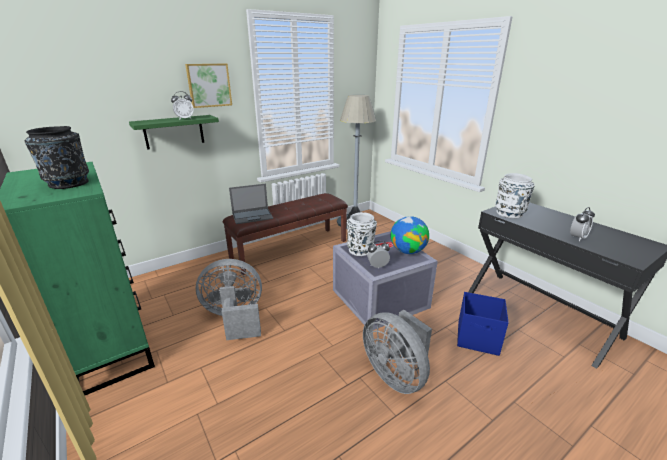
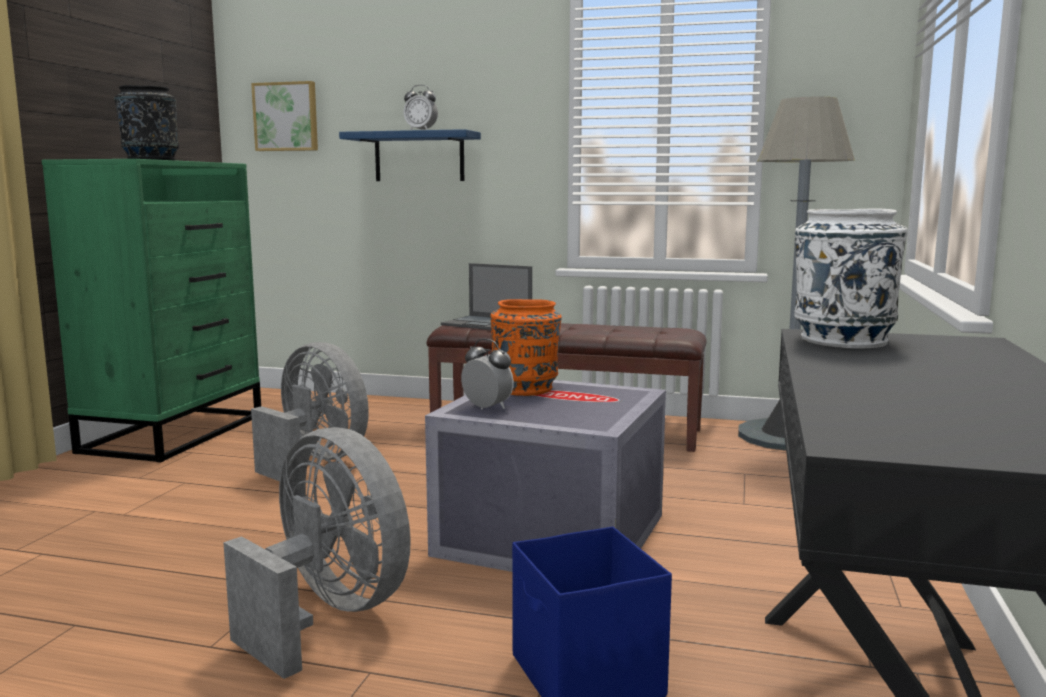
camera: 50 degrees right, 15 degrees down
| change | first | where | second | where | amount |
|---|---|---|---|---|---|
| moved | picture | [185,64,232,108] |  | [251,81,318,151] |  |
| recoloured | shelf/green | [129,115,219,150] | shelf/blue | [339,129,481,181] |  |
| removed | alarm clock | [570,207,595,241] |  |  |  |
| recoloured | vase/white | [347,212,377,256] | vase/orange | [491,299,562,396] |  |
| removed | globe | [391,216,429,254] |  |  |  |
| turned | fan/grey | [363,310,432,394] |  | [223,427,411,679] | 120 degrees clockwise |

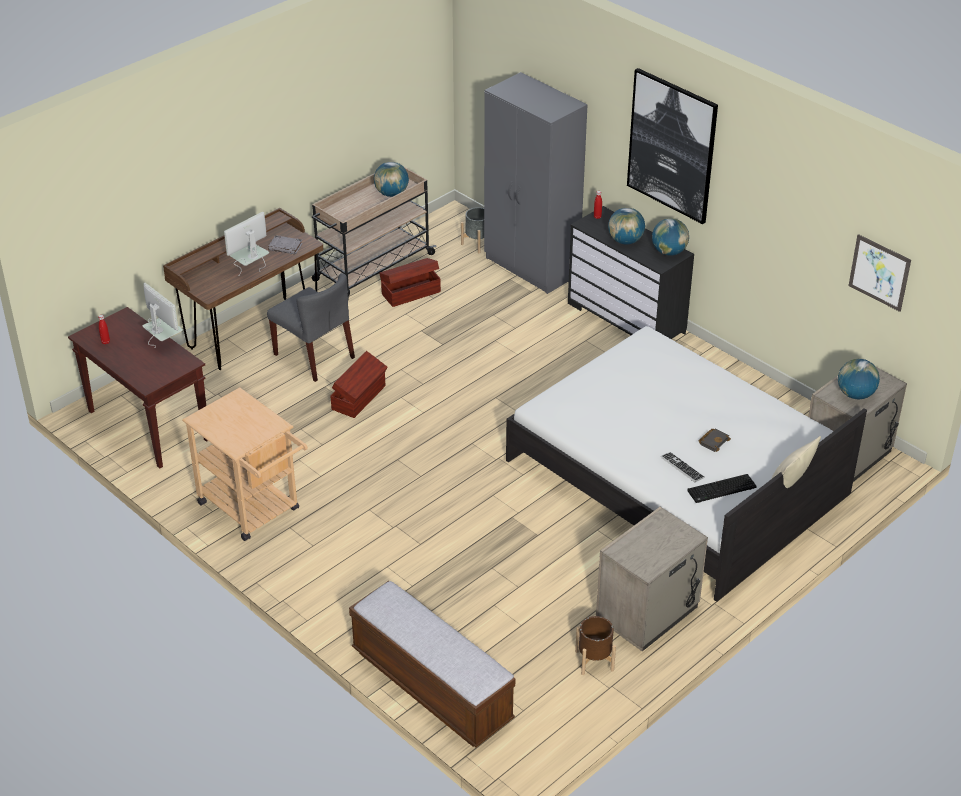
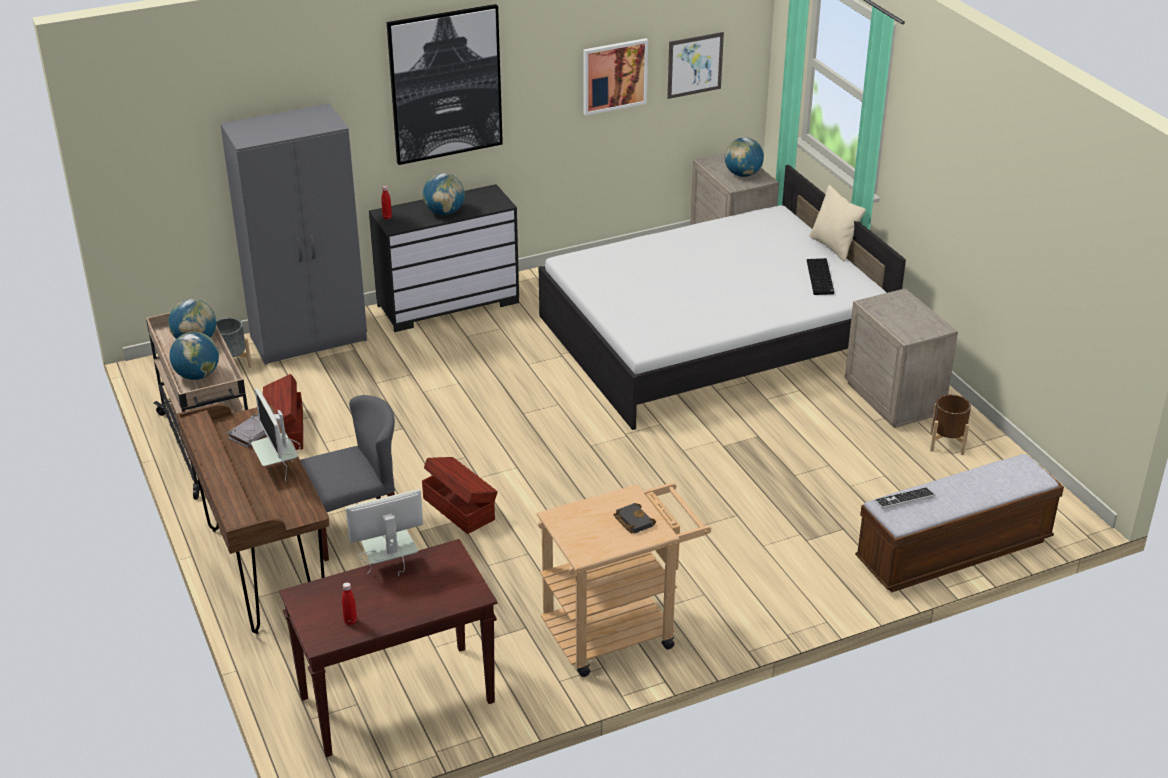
camera: 70 degrees left, 5 degrees down
| change | first | where | second | where | amount |
|---|---|---|---|---|---|
| moved | globe | [652,218,689,256] |  | [169,332,219,380] |  |
| moved | book/black | [699,428,731,452] |  | [613,503,656,534] |  |
| moved | keyboard | [661,452,705,482] |  | [874,487,935,509] |  |
| added |  |  | picture | [584,38,648,115] |  |

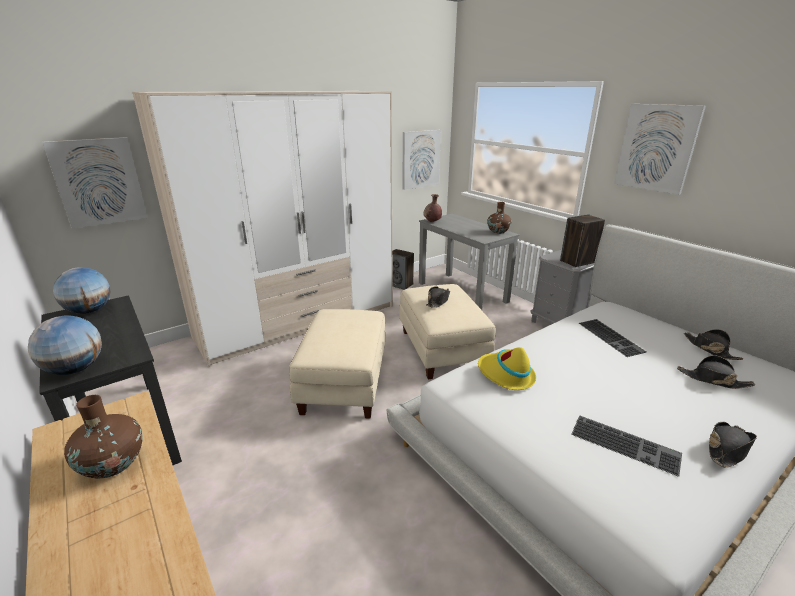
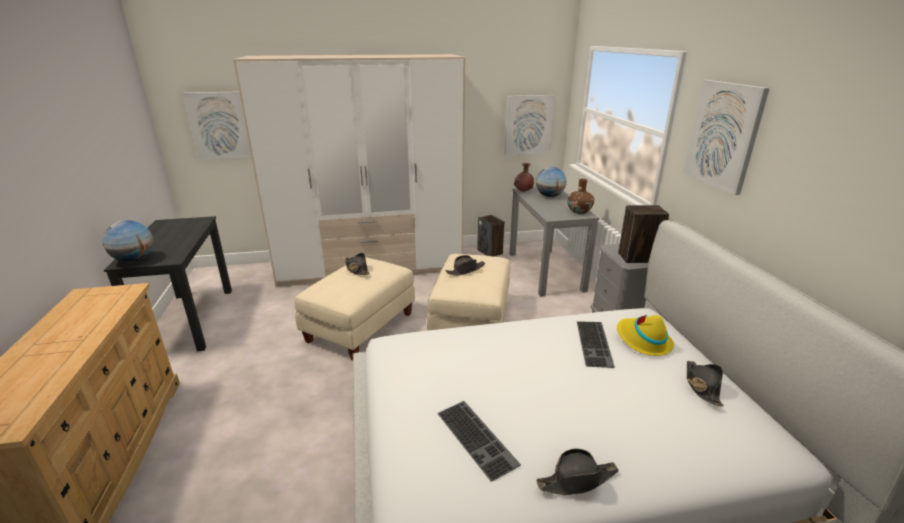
camera: 25 degrees right, 0 degrees up
| change | first | where | second | where | amount |
|---|---|---|---|---|---|
| moved | globe | [53,267,110,314] |  | [536,167,566,197] |  |
| moved | hat/yellow | [478,347,536,390] |  | [617,315,674,356] |  |
| moved | hat/black | [677,355,755,389] |  | [345,253,370,275] |  |
| removed | vase/brown | [64,395,143,478] |  |  |  |

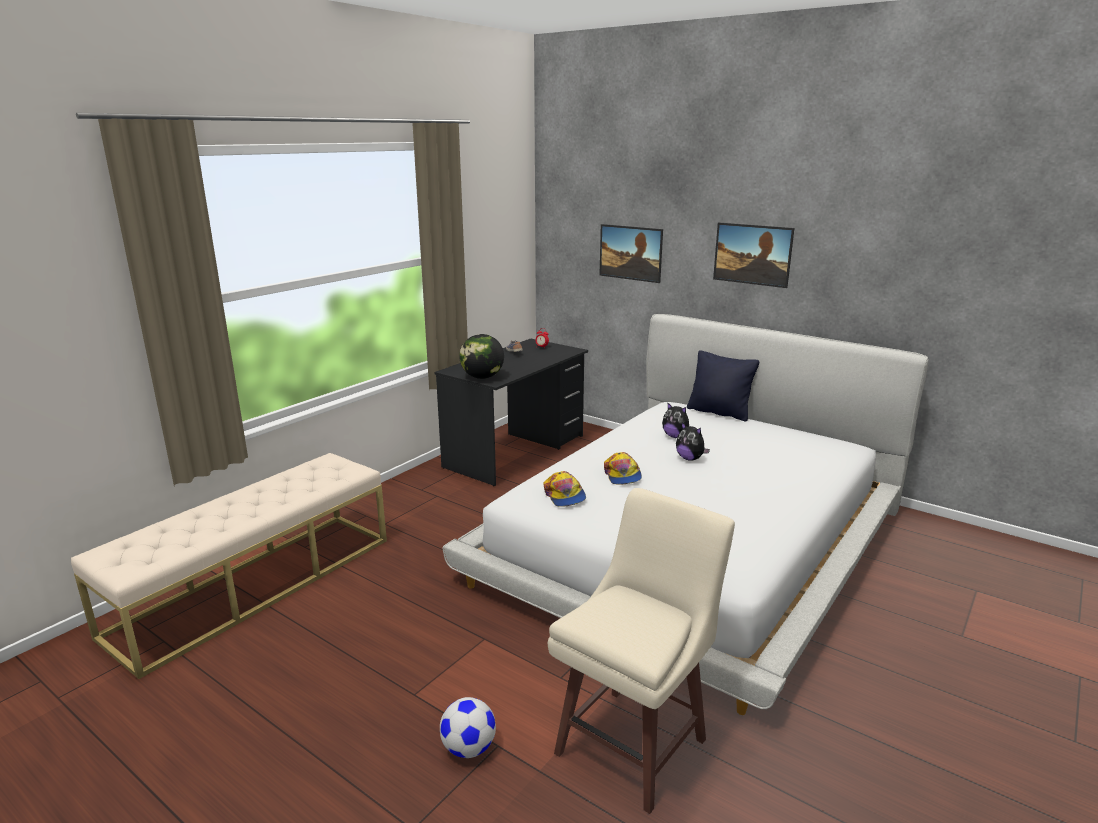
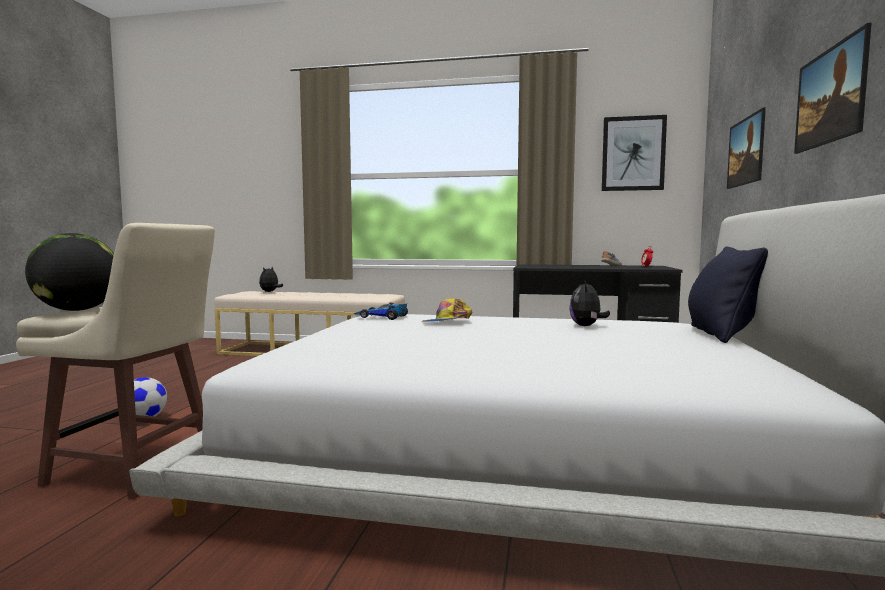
camera: 65 degrees right, 15 degrees down
| change | first | where | second | where | amount |
|---|---|---|---|---|---|
| moved | globe | [459,334,504,379] |  | [25,233,114,311] |  |
| moved | plush toy | [676,422,710,461] |  | [259,266,283,292] |  |
| replaced | cap | [543,471,586,507] | toy car | [354,303,408,320] |  |
| added |  |  | picture | [602,115,667,191] |  |

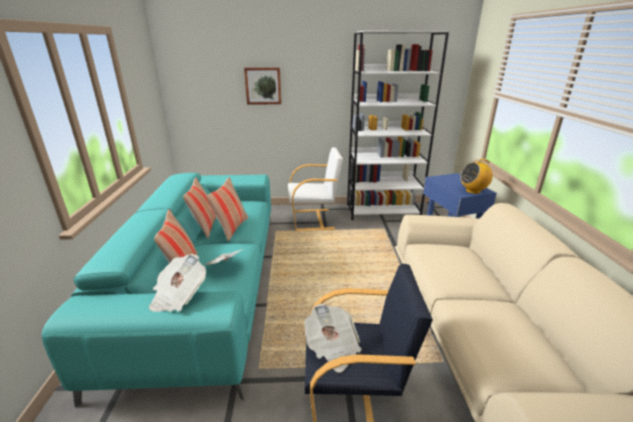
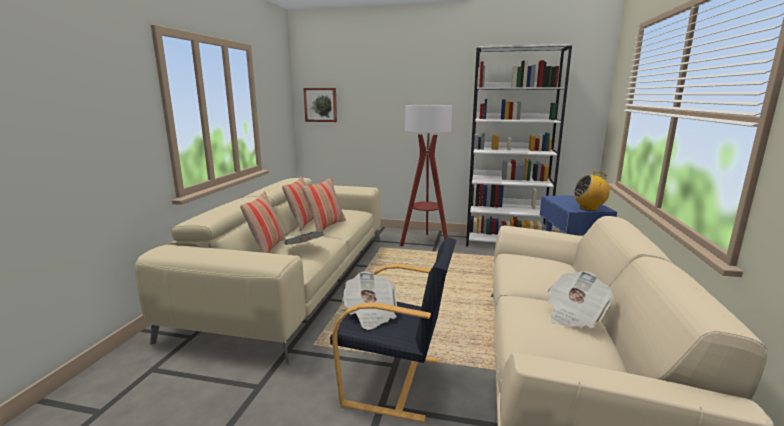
camera: 15 degrees right, 10 degrees down
| change | first | where | second | where | amount |
|---|---|---|---|---|---|
| moved | picture | [244,68,281,105] |  | [303,88,337,122] |  |
| replaced | armchair/white | [288,147,343,231] | floor lamp | [400,105,452,246] |  |
| recoloured | sofa/turquoise | [42,173,271,407] | sofa/beige | [135,178,381,365] |  |
| moved | newspaper | [149,254,206,312] |  | [547,271,614,328] |  |

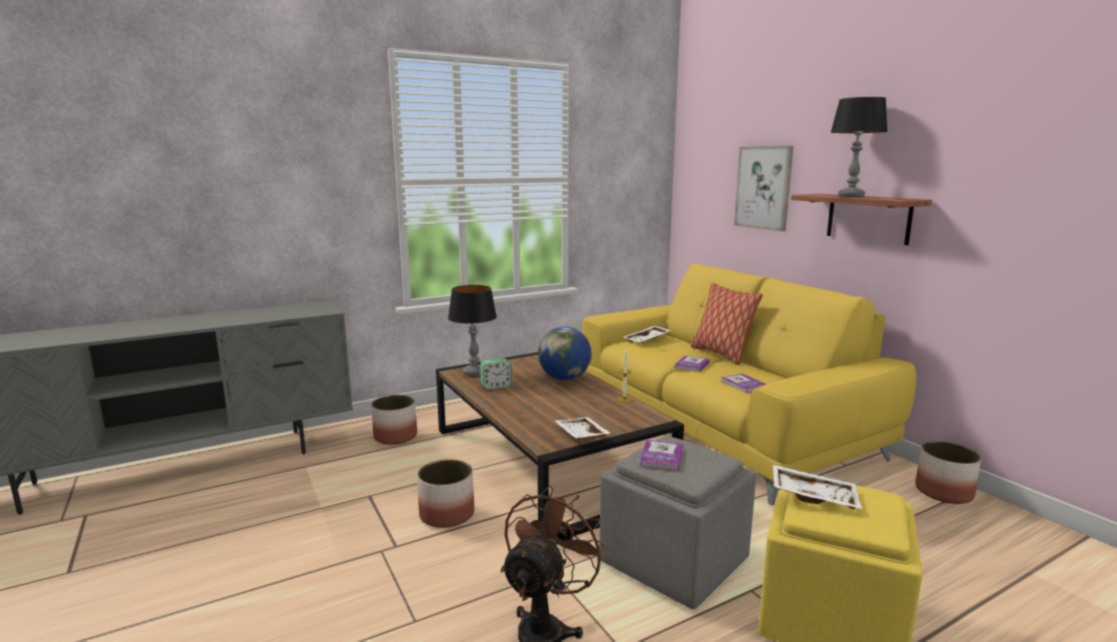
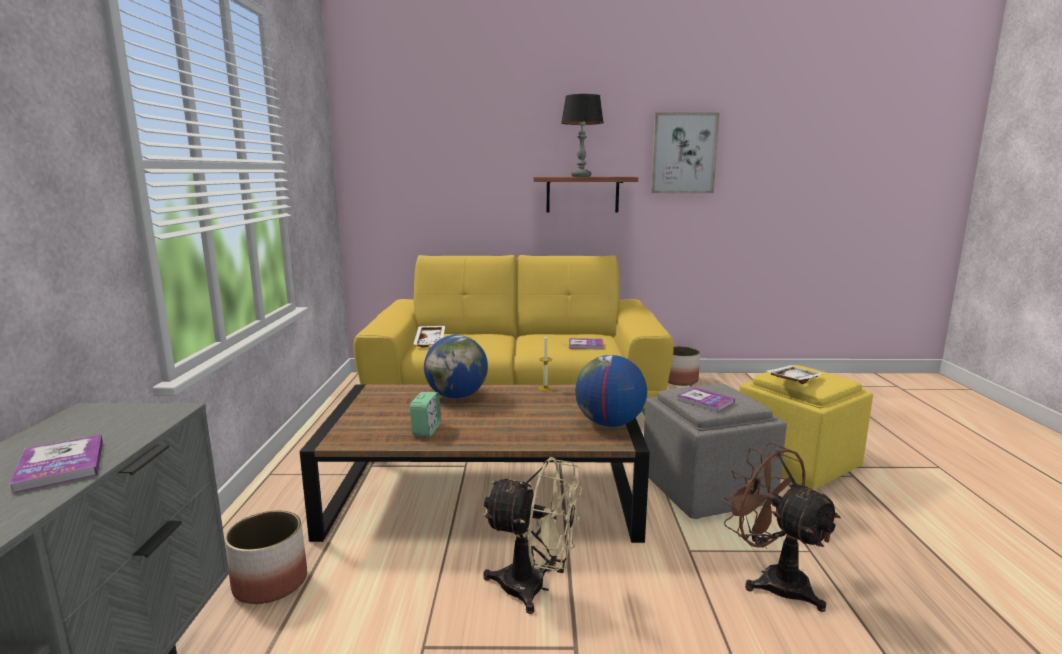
camera: 60 degrees left, 0 degrees up
| change | first | where | second | where | amount |
|---|---|---|---|---|---|
| moved | picture | [734,146,794,231] |  | [651,112,720,193] |  |
| removed | pillow | [691,282,763,365] |  |  |  |
| removed | table lamp | [448,285,497,376] |  |  |  |
| moved | book | [674,356,709,372] |  | [9,435,103,493] |  |
| replaced | tray/white | [554,417,611,440] | globe | [575,355,647,427] |  |
| replaced | planter | [417,459,474,528] | fan/beige | [482,457,582,614] |  |

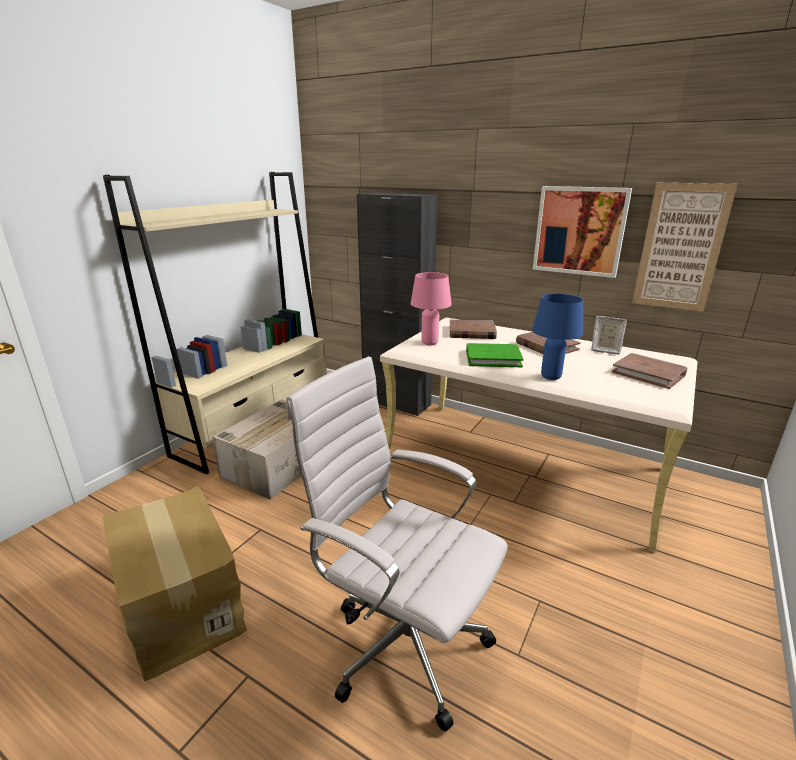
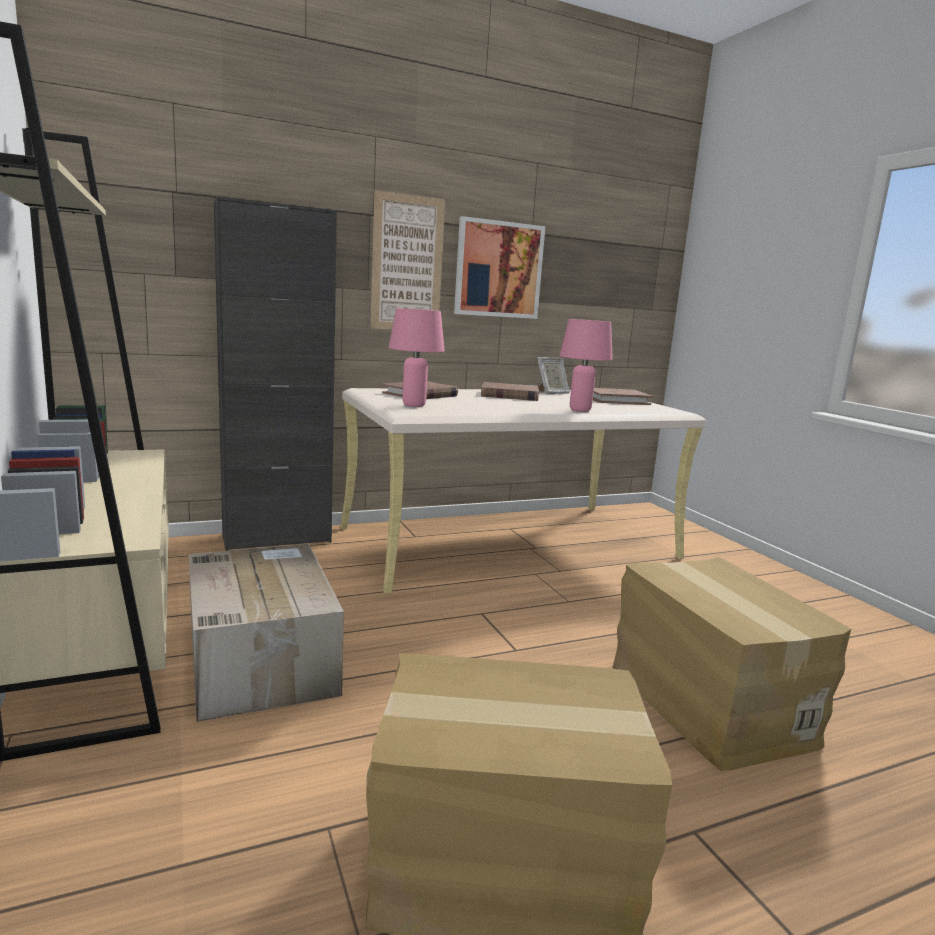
camera: 55 degrees left, 10 degrees down
| change | first | where | second | where | amount |
|---|---|---|---|---|---|
| moved | picture | [632,183,738,312] |  | [370,190,445,329] |  |
| recoloured | table lamp/blue | [532,293,583,380] | table lamp/pink | [559,319,613,412] |  |
| removed | book/green | [466,343,524,367] |  |  |  |
| replaced | office chair/white | [286,356,508,732] | cardboard box | [613,557,851,771] |  |

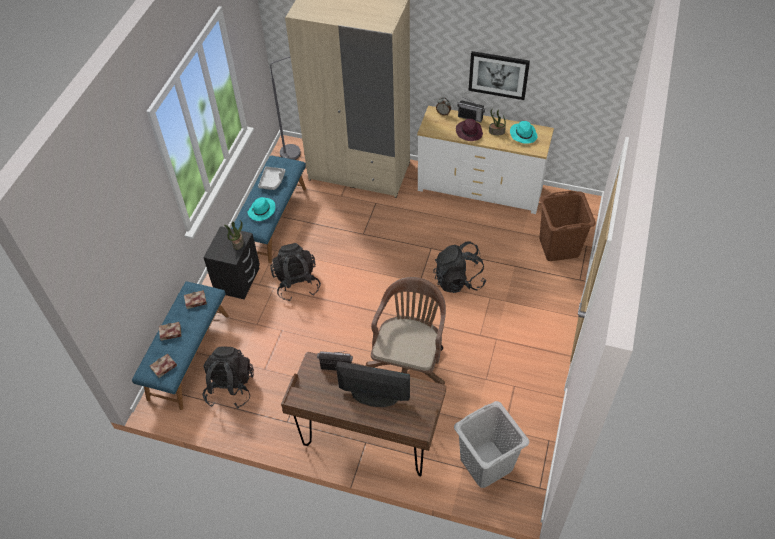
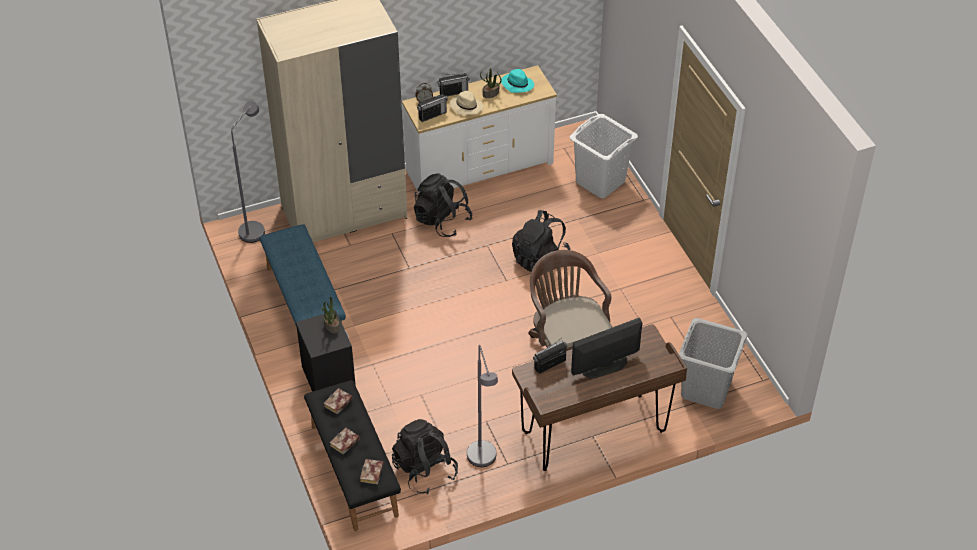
camera: 40 degrees left, 5 degrees down
| change | first | where | second | where | amount |
|---|---|---|---|---|---|
| removed | picture | [468,51,530,100] |  |  |  |
| recoloured | hat/purple | [456,119,483,141] | hat/beige | [450,91,483,115] |  |
| removed | tray/grey | [258,167,285,190] |  |  |  |
| recoloured | laundry basket/brown | [539,191,596,261] | laundry basket/white | [569,114,638,198] |  |
| removed | hat/turquoise | [248,197,275,221] |  |  |  |
| moved | backpack/black | [270,243,321,302] |  | [414,173,473,237] |  |
| recoloured | bench/blue | [132,281,229,410] | bench/black | [304,380,401,531] |  |
| added |  |  | radio | [417,94,448,122] |  |
| added |  |  | floor lamp/grey | [467,345,498,467] |  |

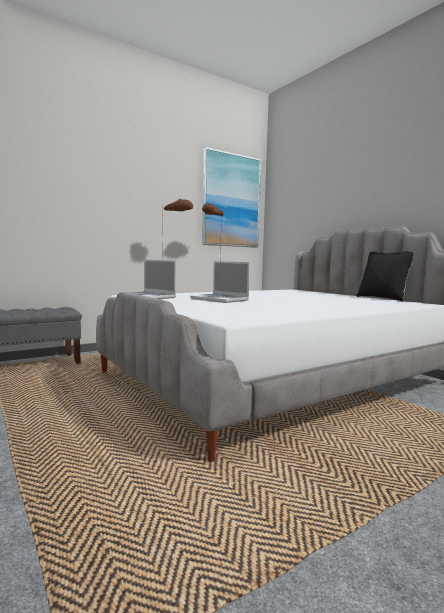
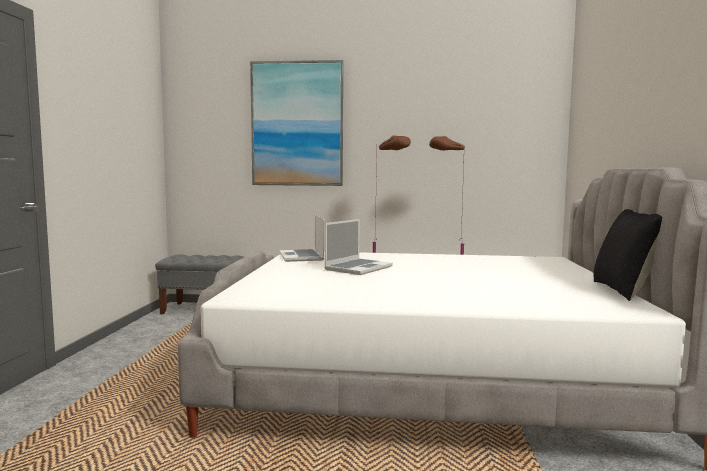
camera: 40 degrees right, 0 degrees up
| change | first | where | second | where | amount |
|---|---|---|---|---|---|
| moved | picture | [202,147,261,248] |  | [250,60,343,186] |  |
| turned | laptop | [190,261,250,303] |  | [324,219,393,275] | 135 degrees counterclockwise |

